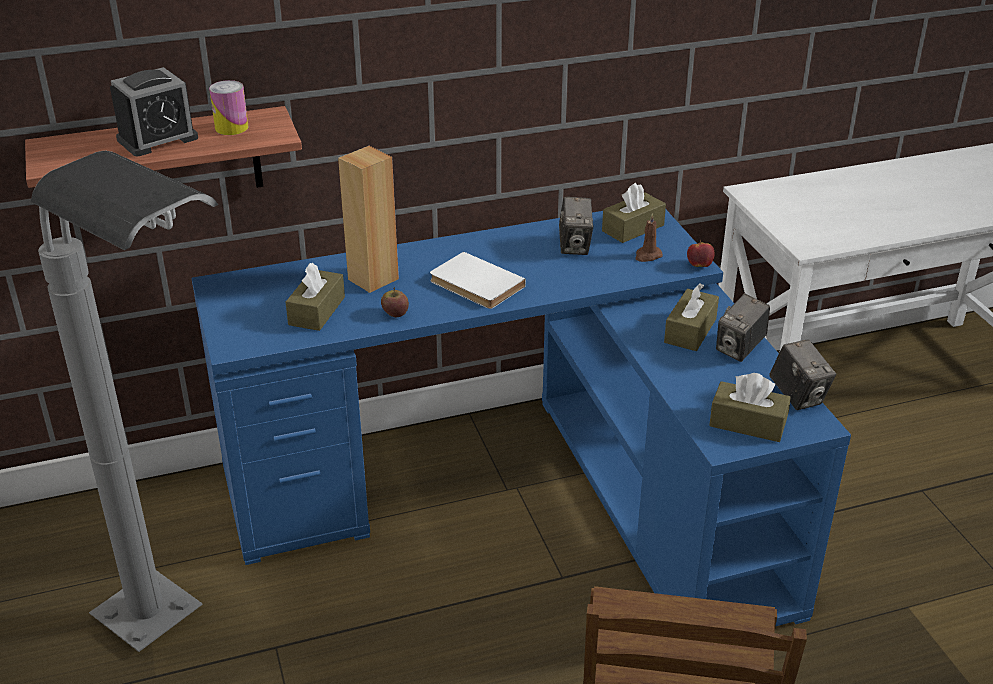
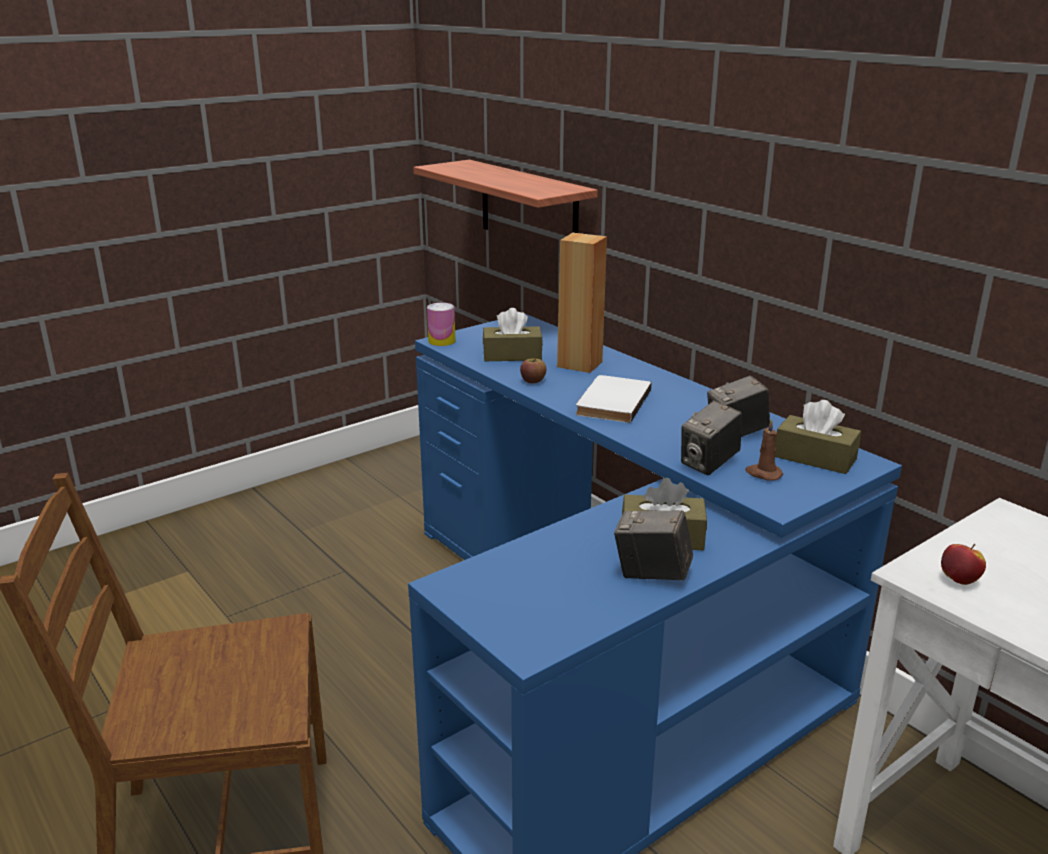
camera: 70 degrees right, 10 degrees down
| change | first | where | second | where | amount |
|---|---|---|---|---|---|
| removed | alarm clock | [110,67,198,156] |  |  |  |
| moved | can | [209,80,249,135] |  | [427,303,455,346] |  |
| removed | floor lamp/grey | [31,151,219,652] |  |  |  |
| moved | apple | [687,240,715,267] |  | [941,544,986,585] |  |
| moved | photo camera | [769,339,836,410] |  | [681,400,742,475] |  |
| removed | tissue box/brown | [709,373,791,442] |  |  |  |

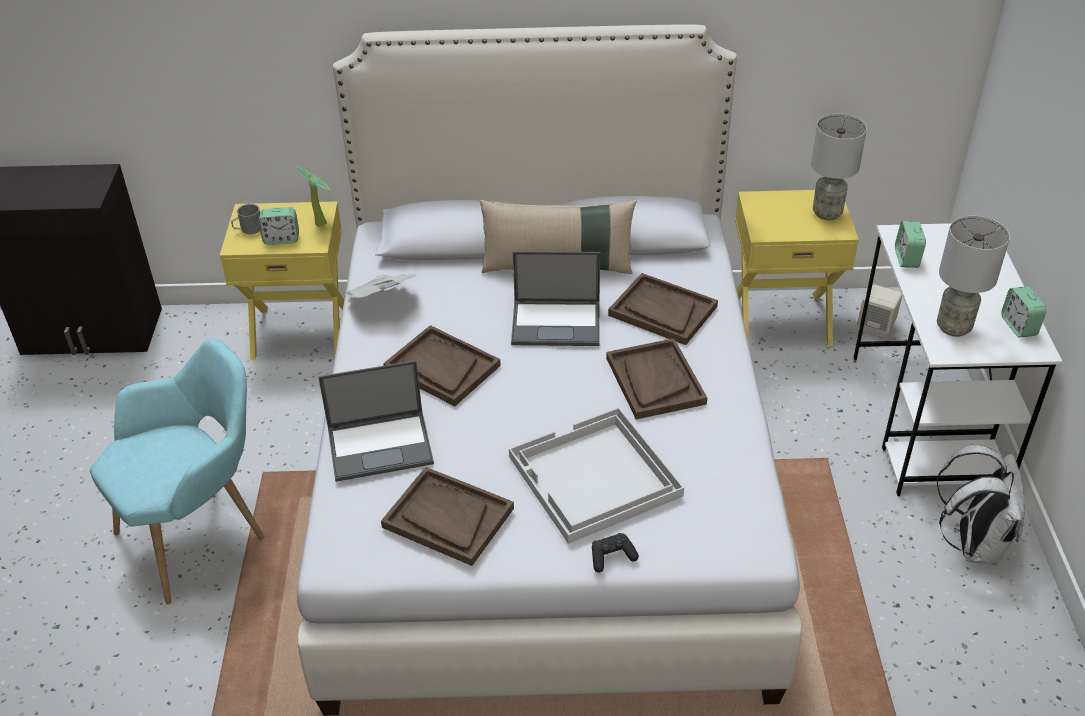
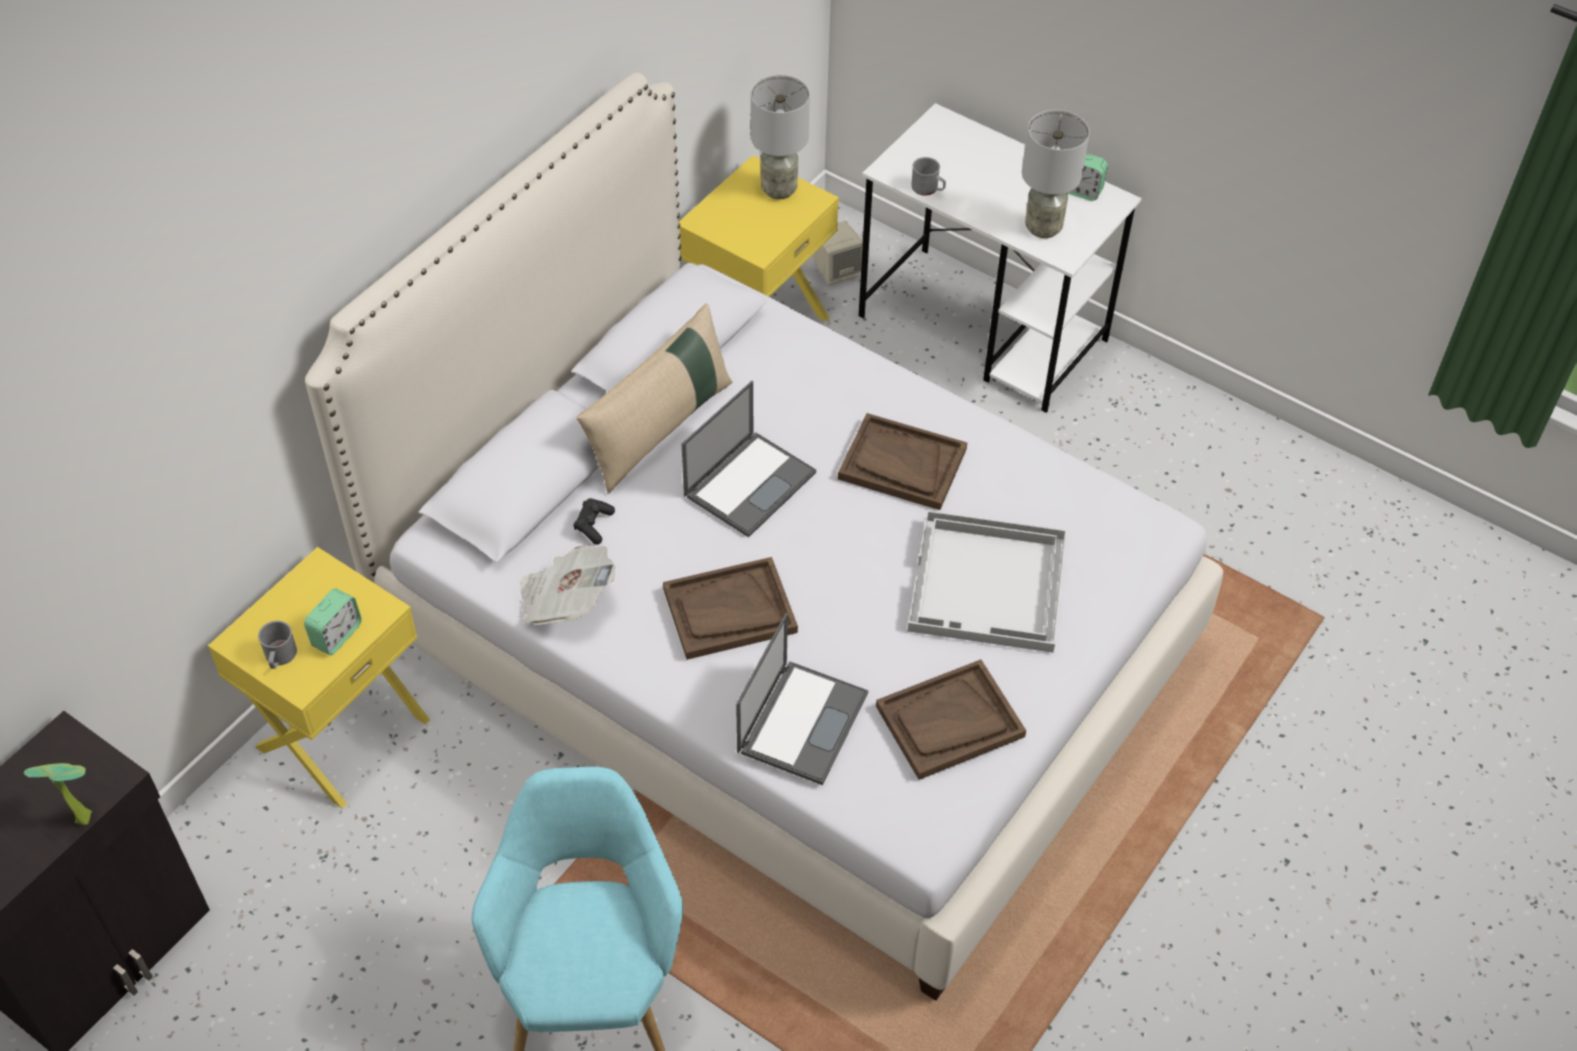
camera: 55 degrees left, 10 degrees up
| change | first | where | second | where | amount |
|---|---|---|---|---|---|
| moved | potted plant | [296,166,331,227] |  | [24,763,92,825] |  |
| replaced | alarm clock | [895,221,926,268] | mug/grey | [911,157,946,196] |  |
| removed | tray/brown | [608,273,718,345] |  |  |  |
| removed | backpack/white | [937,445,1025,565] |  |  |  |
| moved | game controller/black | [592,533,639,573] |  | [573,498,615,545] |  |

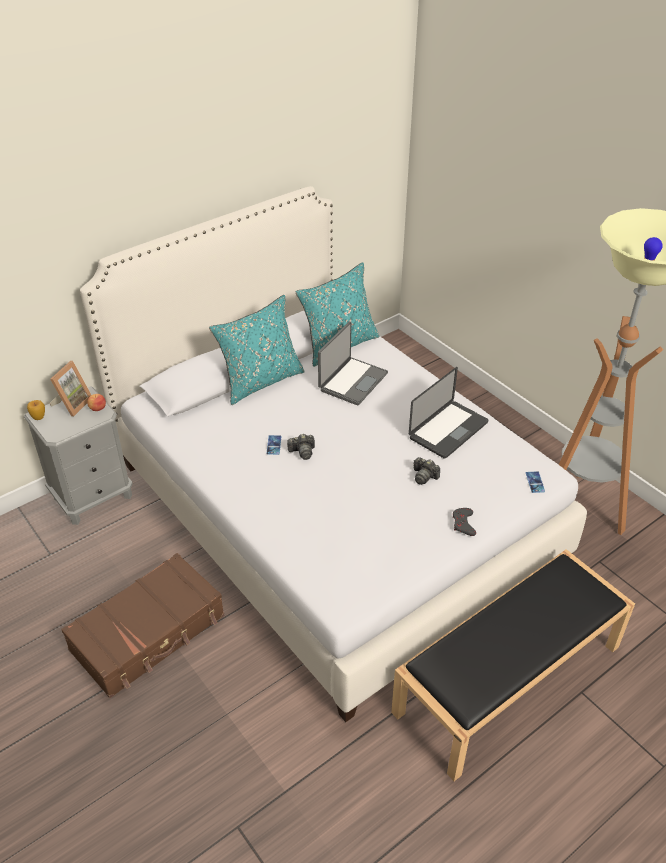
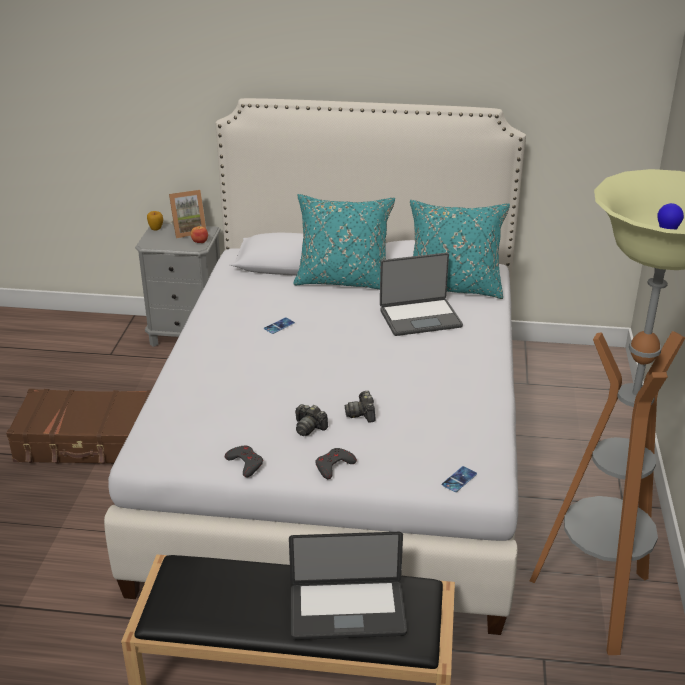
camera: 45 degrees right, 10 degrees down
| change | first | where | second | where | amount |
|---|---|---|---|---|---|
| moved | laptop | [409,367,488,459] |  | [289,532,407,640] |  |
| moved | photo camera | [287,434,315,460] |  | [295,404,328,436] |  |
| added |  |  | game controller/grey | [225,445,263,477] |  |

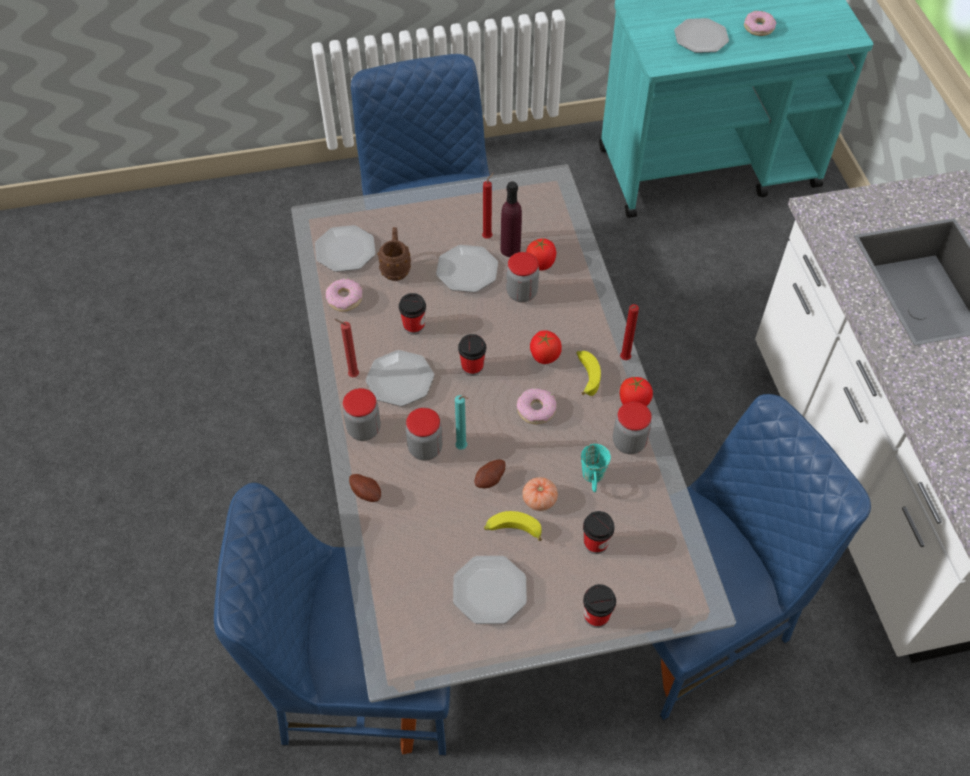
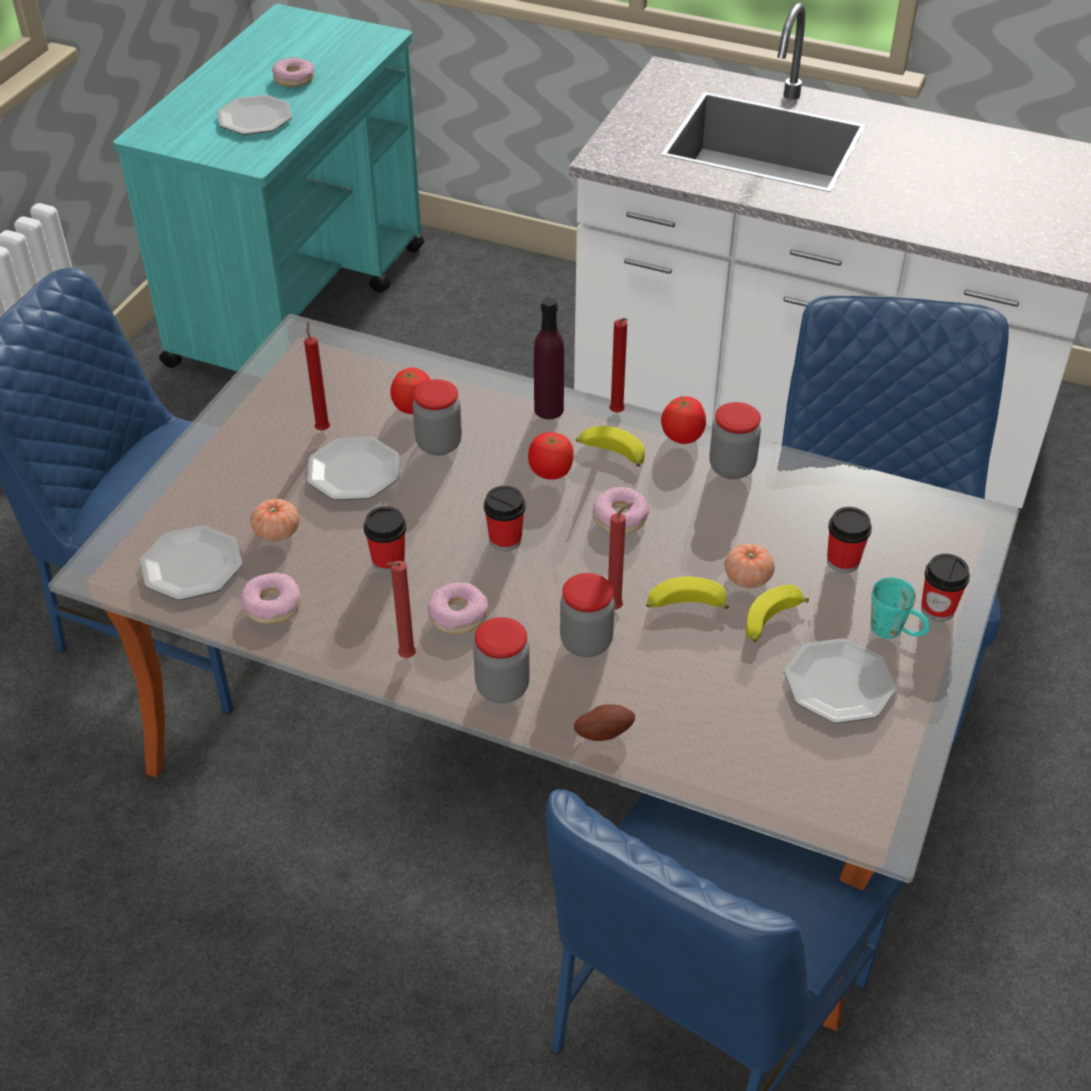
camera: 55 degrees left, 10 degrees down
| change | first | where | second | where | amount |
|---|---|---|---|---|---|
| moved | bottle/purple | [500,181,522,257] |  | [534,298,564,419] |  |
| replaced | mug/brown | [378,227,411,281] | tomato | [250,499,299,542] |  |
| replaced | plate | [366,350,434,406] | donut | [427,582,489,635] |  |
| recoloured | candle/turquoise | [455,395,469,450] | candle/red | [608,503,634,610] |  |
| moved | mug/turquoise | [581,444,611,492] |  | [871,577,930,639] |  |
| replaced | potato | [474,459,506,488] | banana | [646,577,729,609] |  |

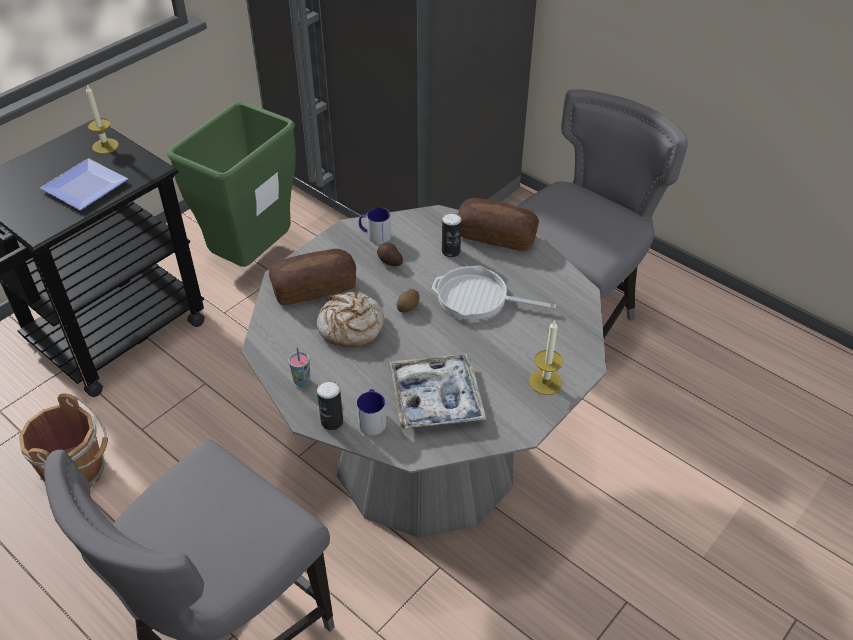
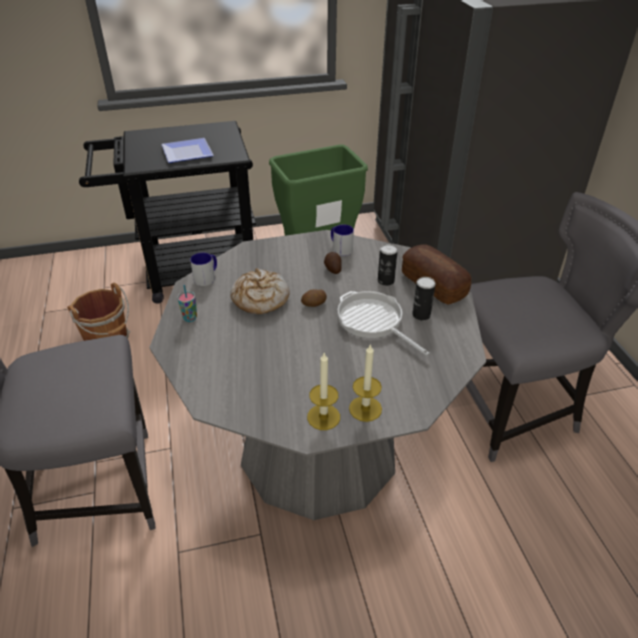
camera: 35 degrees right, 5 degrees down
| change | first | where | second | where | amount |
|---|---|---|---|---|---|
| moved | candle | [86,85,119,154] |  | [307,353,340,430] |  |
| removed | bread | [269,249,356,305] |  |  |  |
| removed | tray | [390,354,486,430] |  |  |  |
| moved | can | [317,380,343,430] |  | [412,277,436,321] |  |
| moved | mug | [357,389,386,435] |  | [190,253,217,286] |  |

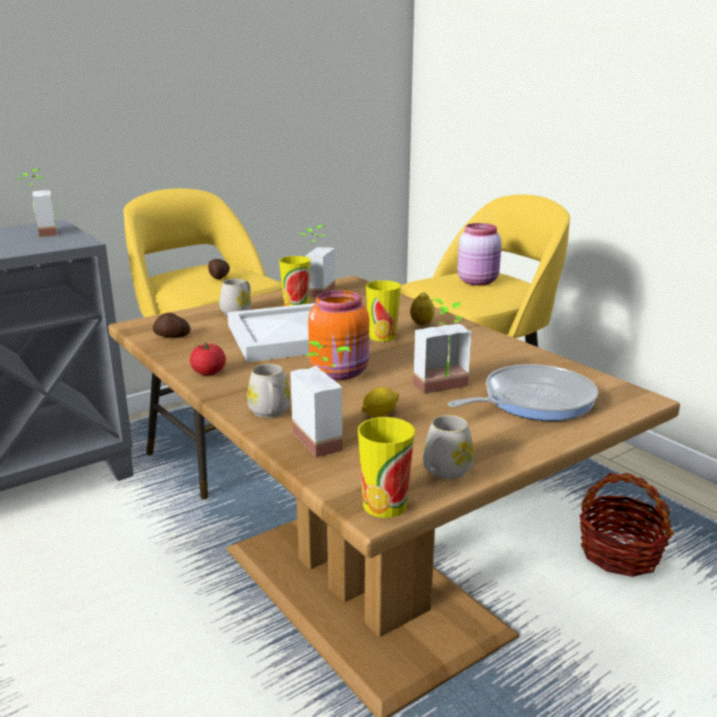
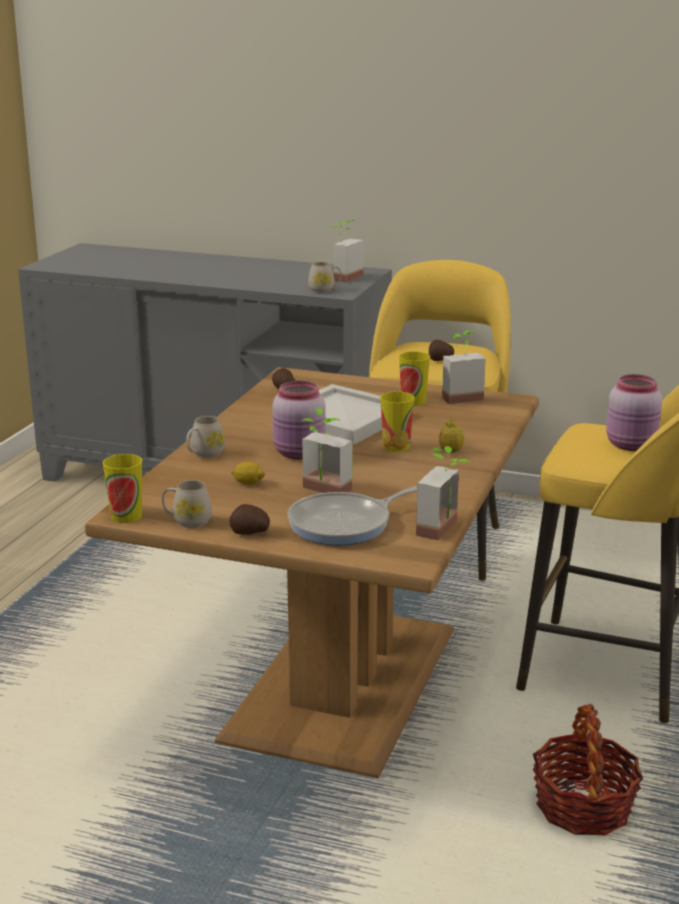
camera: 55 degrees right, 0 degrees up
| change | first | where | second | where | amount |
|---|---|---|---|---|---|
| moved | mug/white | [219,279,251,316] |  | [308,262,341,293] |  |
| recoloured | jar/orange | [308,290,369,380] | jar/pink | [272,381,326,460] |  |
| moved | potted plant | [290,341,351,457] |  | [416,446,469,540] |  |
| removed | tomato | [190,342,226,375] |  |  |  |
| turned | frying pan | [448,364,598,421] |  | [288,486,417,546] | 120 degrees clockwise |
| added |  |  | potato | [229,504,270,535] |  |

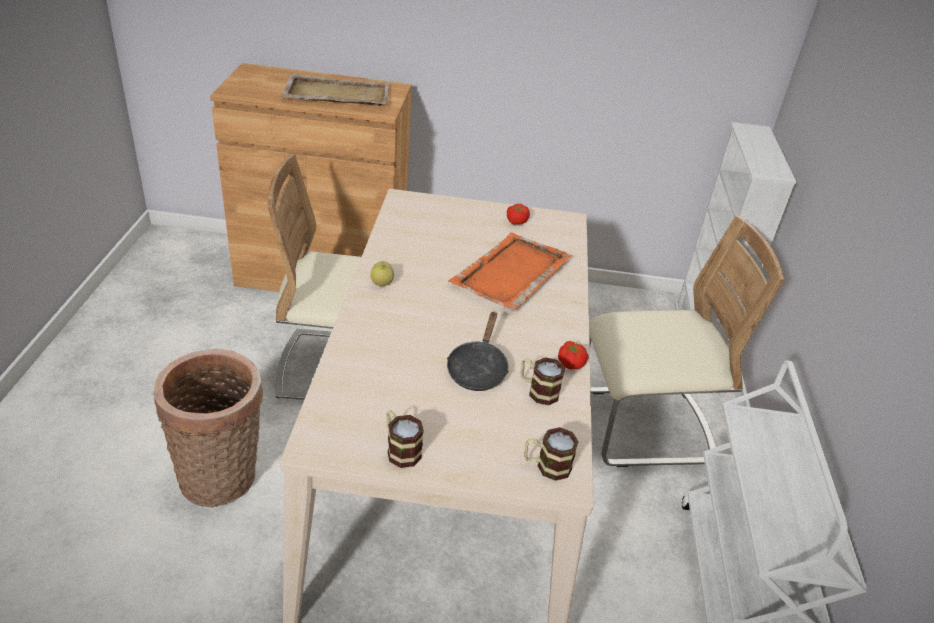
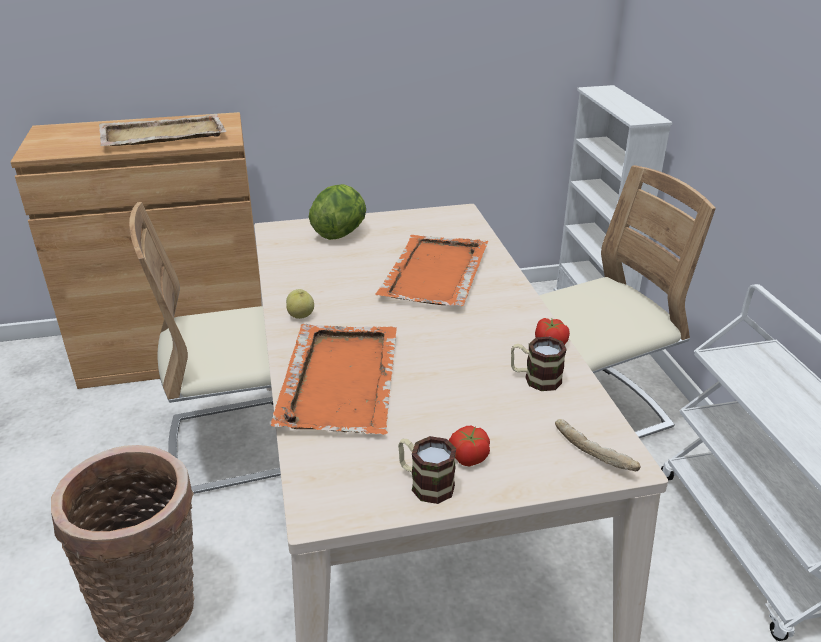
camera: 15 degrees left, 5 degrees down
| change | first | where | second | where | amount |
|---|---|---|---|---|---|
| moved | tomato | [507,204,530,225] |  | [449,426,490,466] |  |
| removed | frying pan/black | [447,311,509,391] |  |  |  |
| replaced | mug | [524,427,579,481] | bread | [555,419,640,471] |  |
| added |  |  | lettuce | [309,184,366,240] |  |
| added |  |  | tray/orange | [271,324,397,435] |  |

